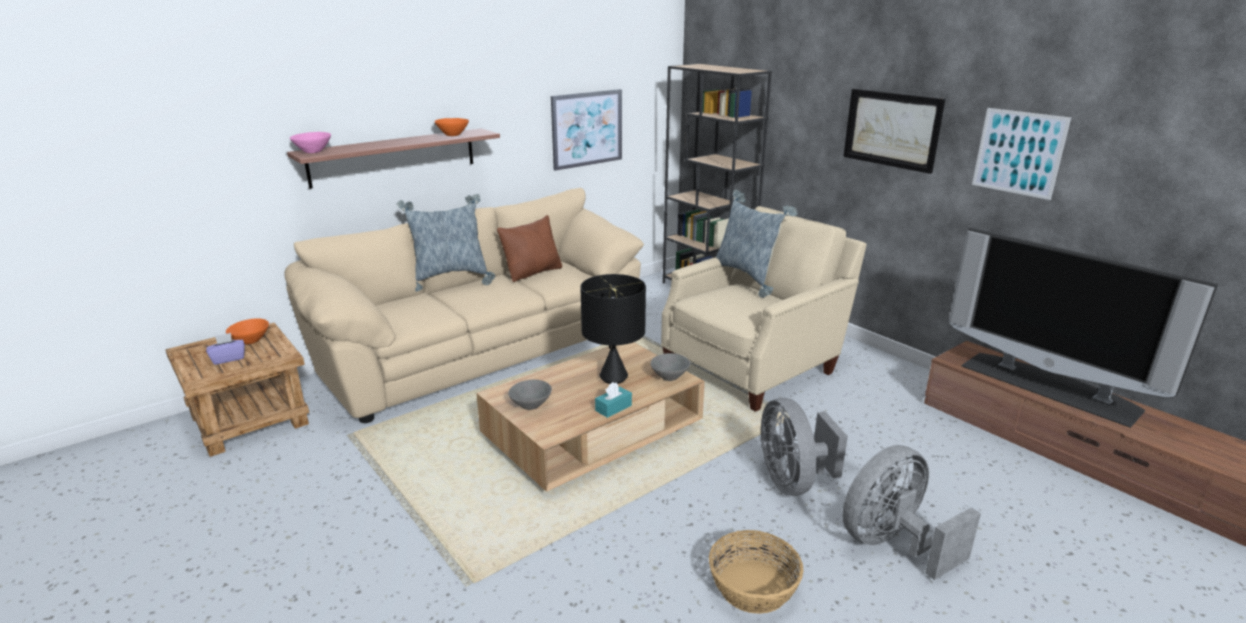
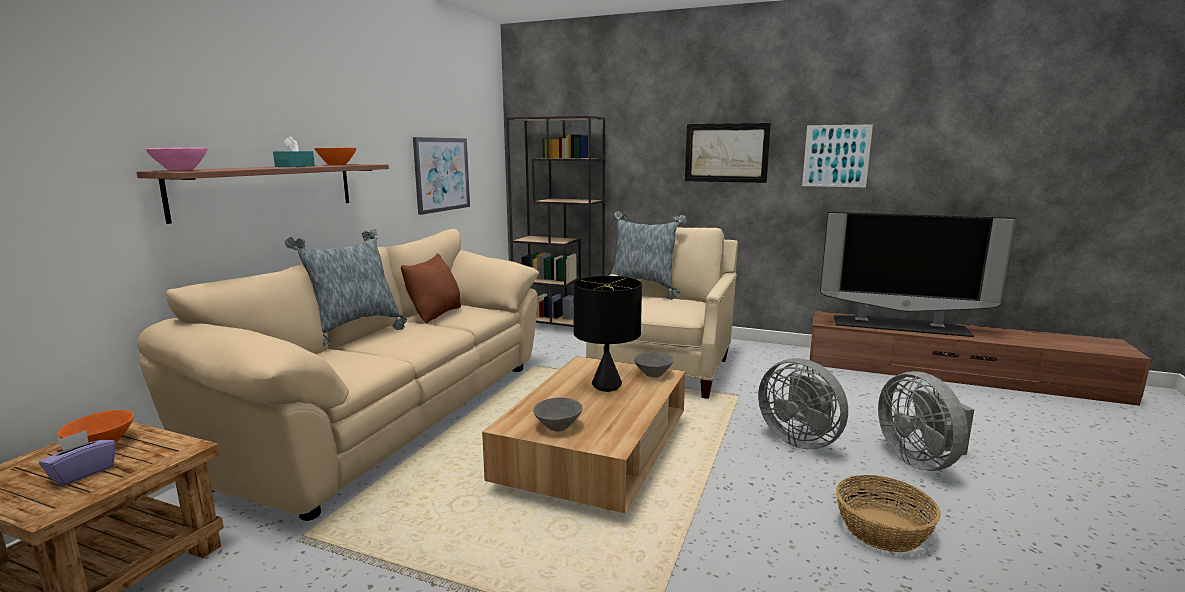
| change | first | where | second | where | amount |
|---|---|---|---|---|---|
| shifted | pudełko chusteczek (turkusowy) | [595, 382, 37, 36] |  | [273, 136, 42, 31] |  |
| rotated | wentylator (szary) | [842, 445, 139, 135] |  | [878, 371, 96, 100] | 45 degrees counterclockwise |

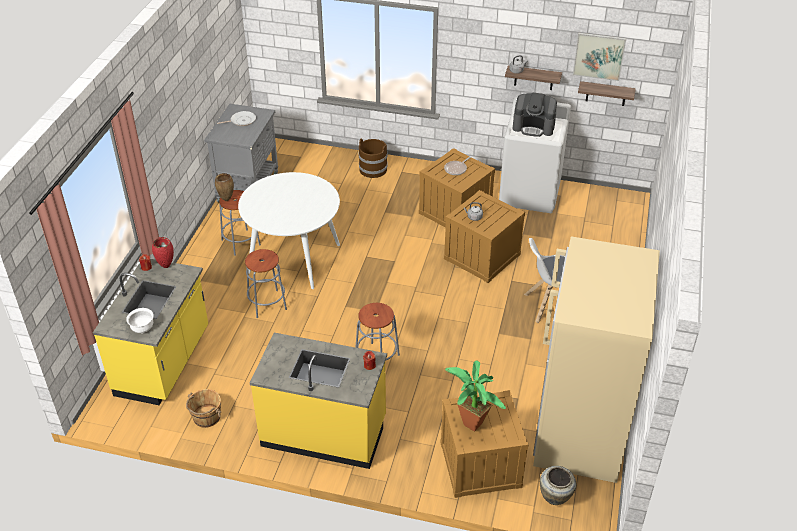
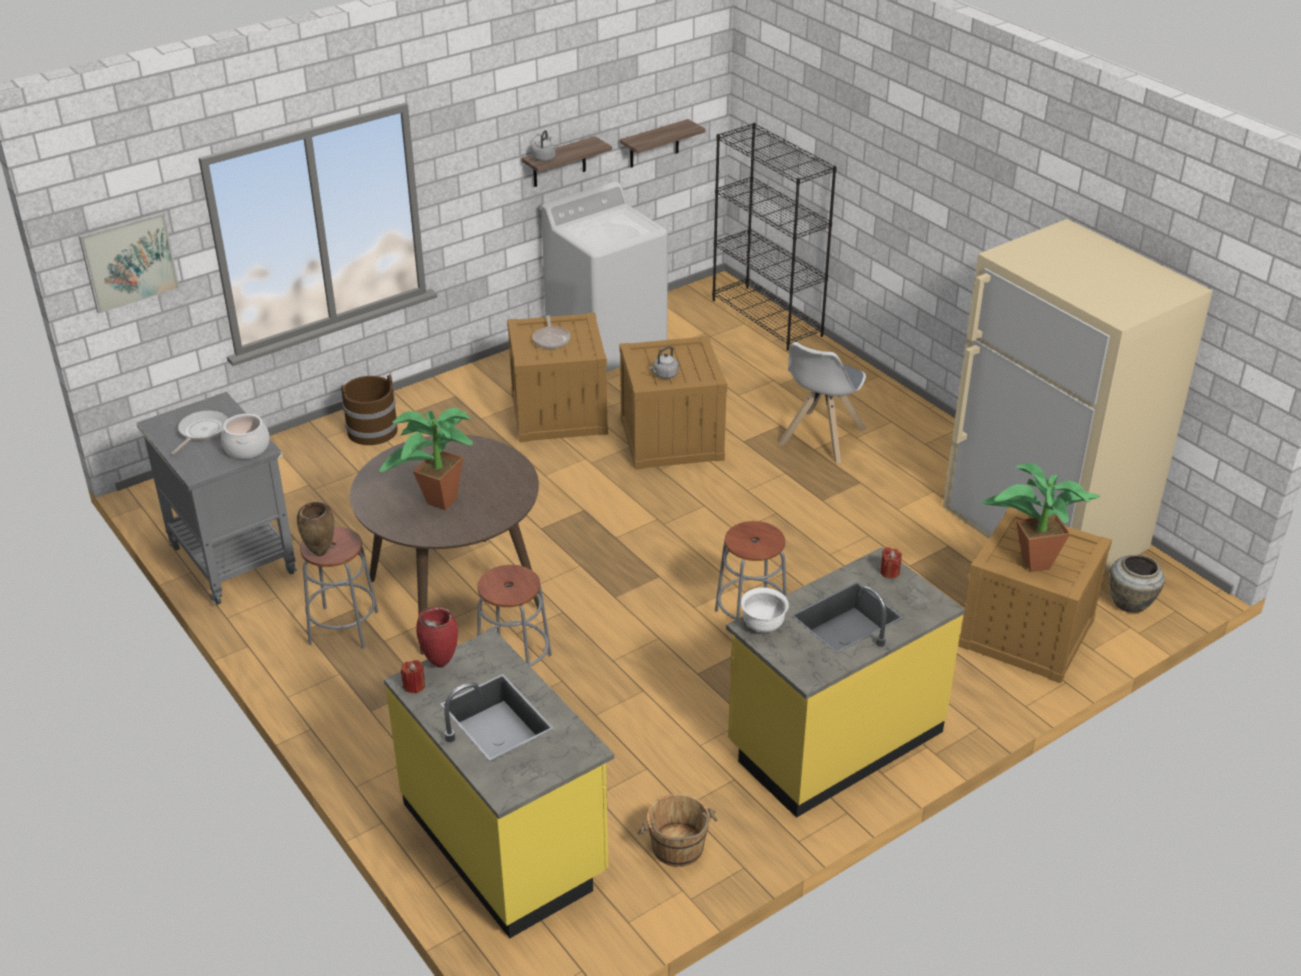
| change | first | where | second | where | amount |
|---|---|---|---|---|---|
| shifted | obraz | [573, 33, 54, 48] |  | [79, 212, 101, 101] |  |
| new |  |  | garnek | [221, 414, 49, 45] |  |
| repainted | stół jadalny (biały) | [238, 172, 102, 117] | stół jadalny (brązowy) | [350, 435, 189, 220] |  |
| new |  |  | roślina doniczkowa | [379, 408, 94, 102] |  |
| new |  |  | regał (czarny) | [712, 123, 125, 228] |  |
| shifted | miska (biały) | [126, 308, 28, 25] |  | [741, 587, 48, 46] |  |
| gone | ekspres do kawy | [513, 93, 44, 44] |  |  |  |

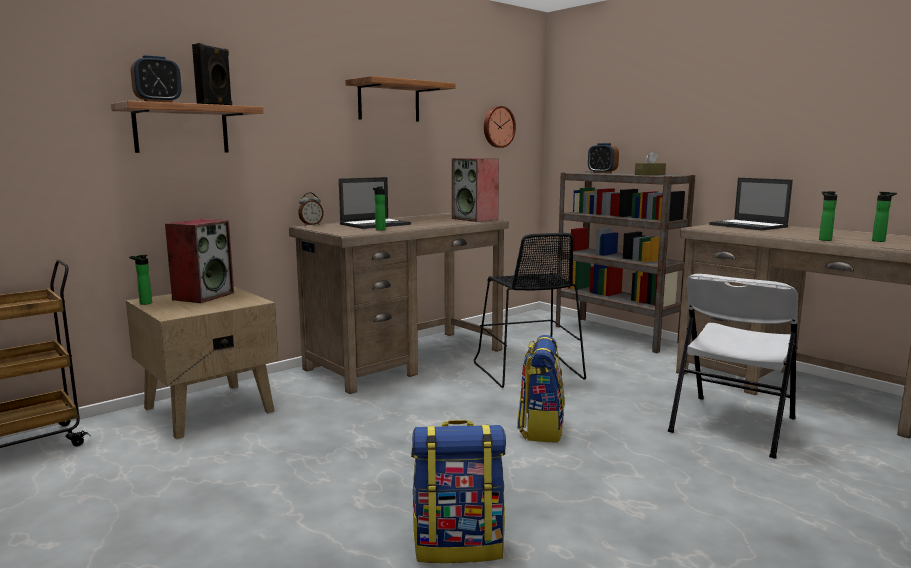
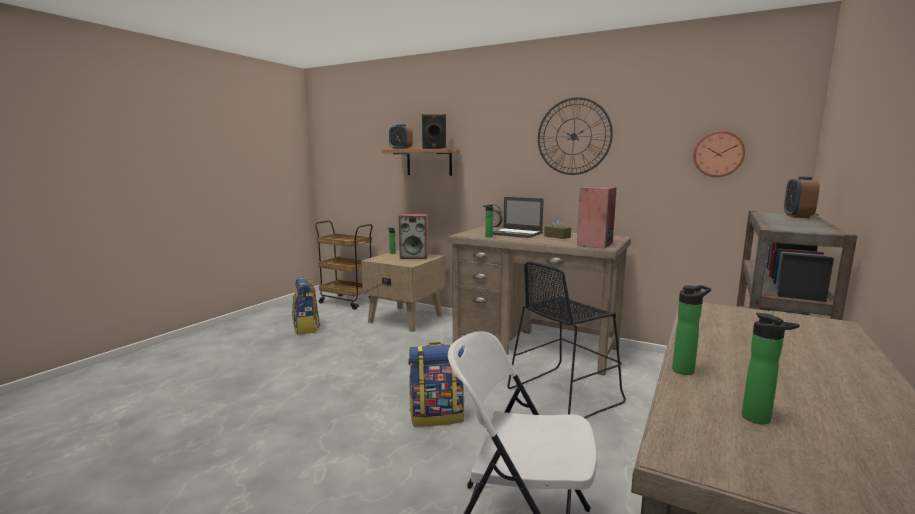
| change | first | where | second | where | amount |
|---|---|---|---|---|---|
| shifted | plecak | [411, 420, 95, 143] |  | [292, 277, 28, 58] |  |
| swapped | półka | [345, 76, 111, 46] | zegar ścienny | [538, 97, 75, 78] |  |
| shifted | pudełko chusteczek (brązowy) | [635, 152, 31, 23] |  | [544, 217, 27, 22] |  |
| gone | laptop | [709, 178, 84, 53] |  |  |  |

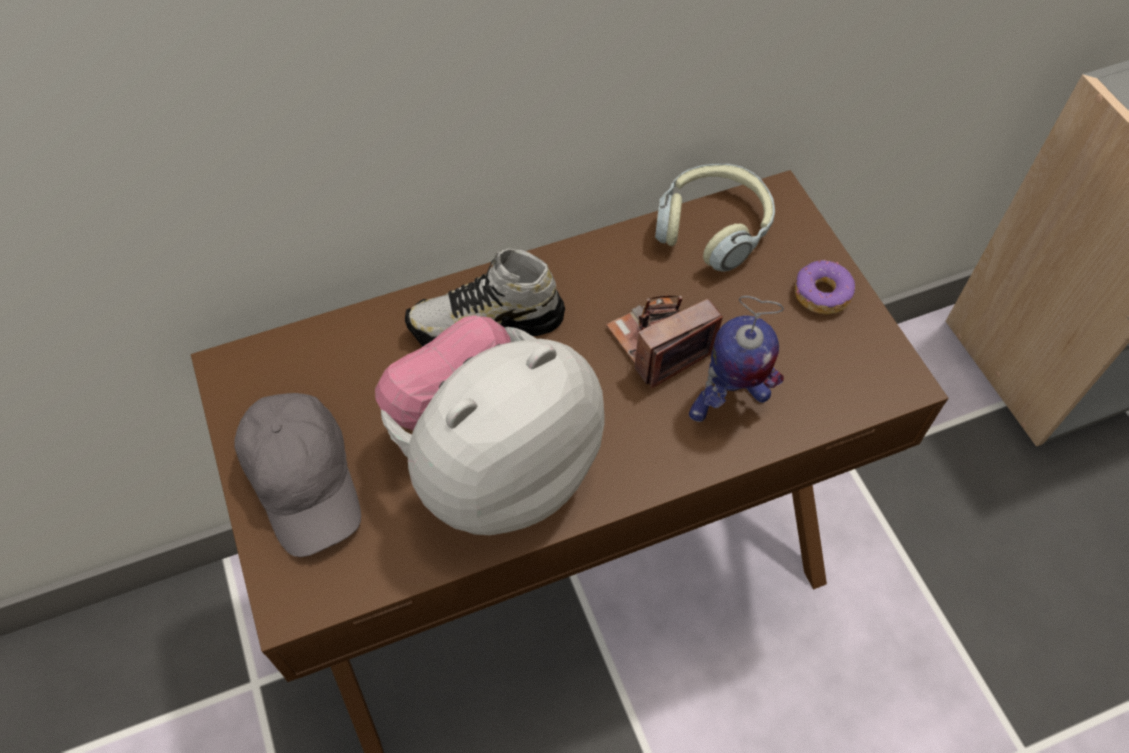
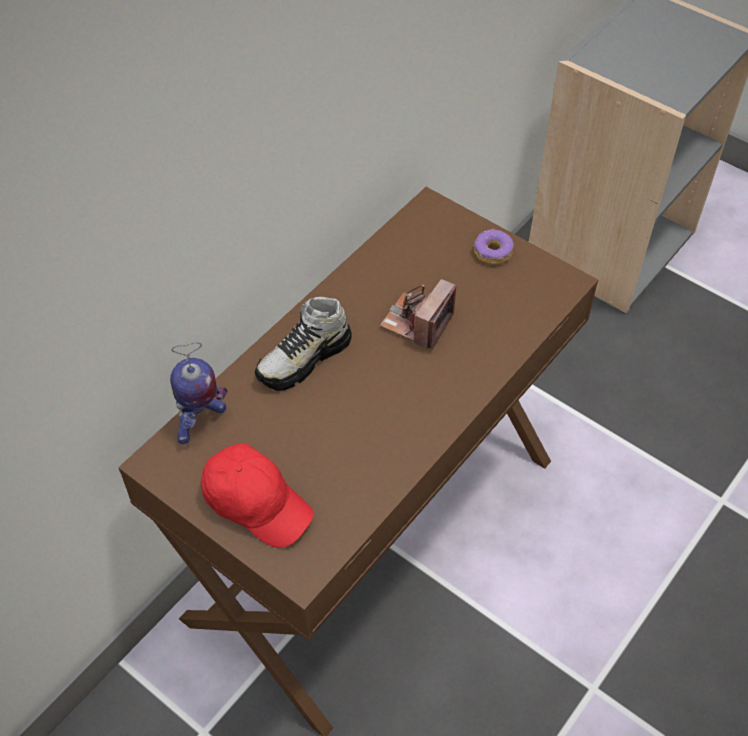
| change | first | where | second | where | amount |
|---|---|---|---|---|---|
| shifted | robot zabawkowy | [689, 296, 95, 126] |  | [170, 342, 58, 102] |  |
| repainted | czapka z daszkiem (szary) | [234, 393, 127, 164] | czapka z daszkiem (czerwony) | [201, 443, 113, 105] |  |
| gone | pluszak | [375, 315, 230, 220] |  |  |  |
| gone | słuchawki | [655, 164, 120, 108] |  |  |  |

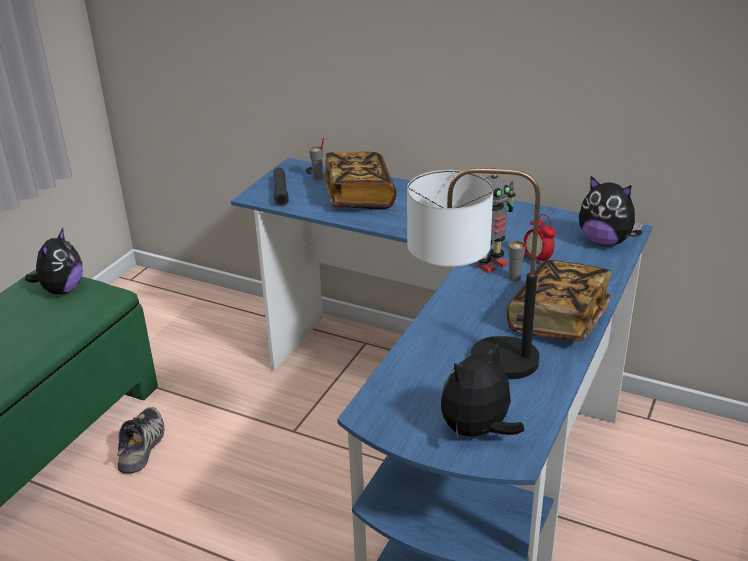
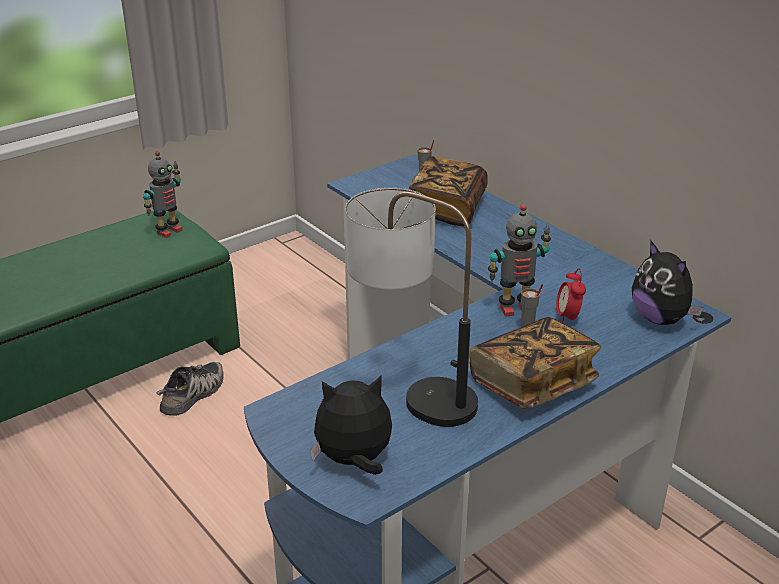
| change | first | where | second | where | amount |
|---|---|---|---|---|---|
| swapped | pluszak | [25, 228, 57, 66] | robot zabawkowy | [143, 151, 40, 87] |  |
| gone | latarka (czarny) | [274, 167, 15, 40] |  |  |  |

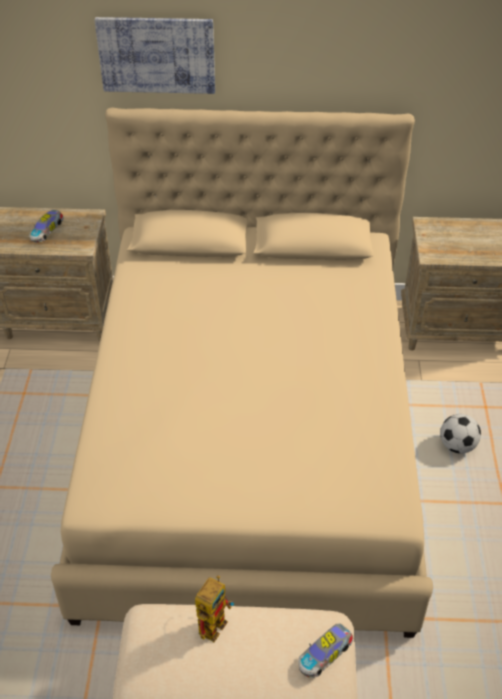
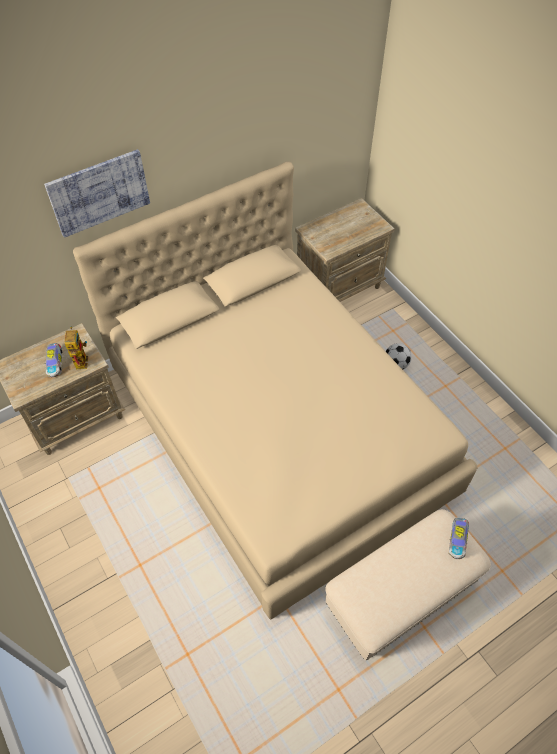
| change | first | where | second | where | amount |
|---|---|---|---|---|---|
| shifted | robot zabawkowy | [195, 575, 39, 67] |  | [65, 327, 23, 42] |  |

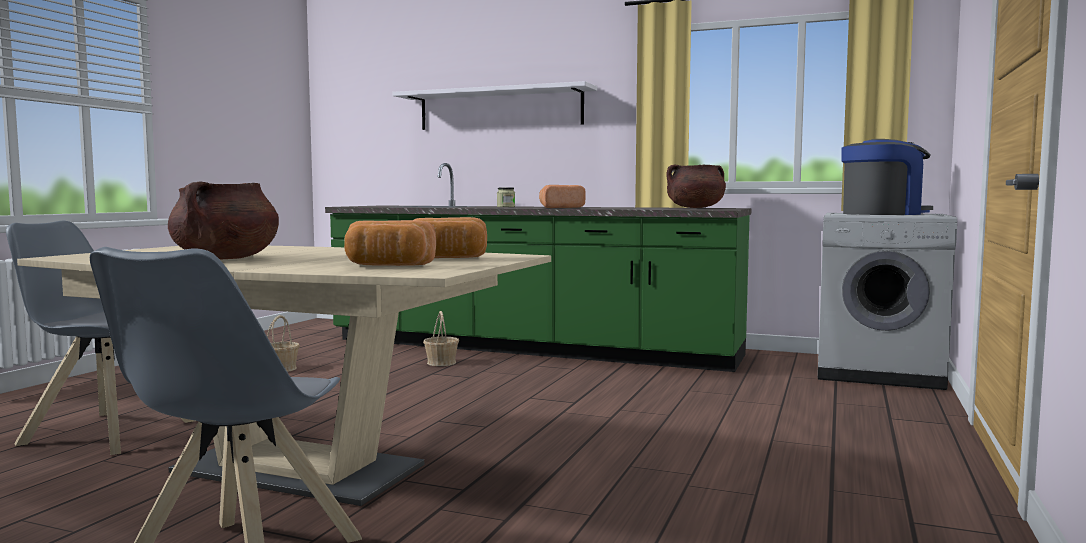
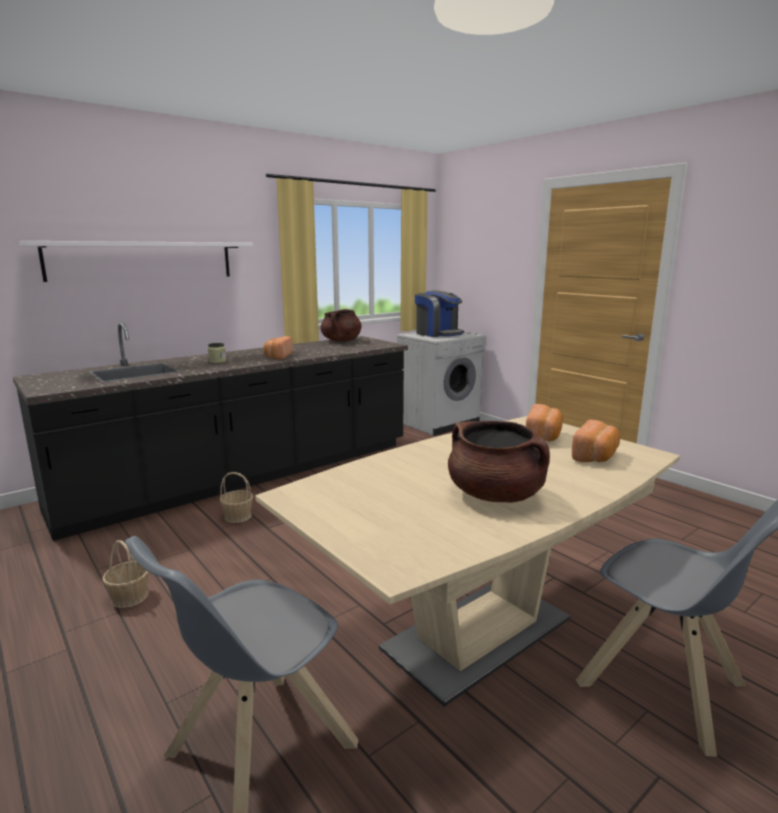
| change | first | where | second | where | amount |
|---|---|---|---|---|---|
| repainted | zabudowa kuchenna (zielony) | [325, 163, 427, 209] | zabudowa kuchenna (czarny) | [13, 322, 395, 219] |  |
| rotated | ekspres do kawy | [842, 139, 91, 76] |  | [415, 290, 49, 47] | 120 degrees clockwise |

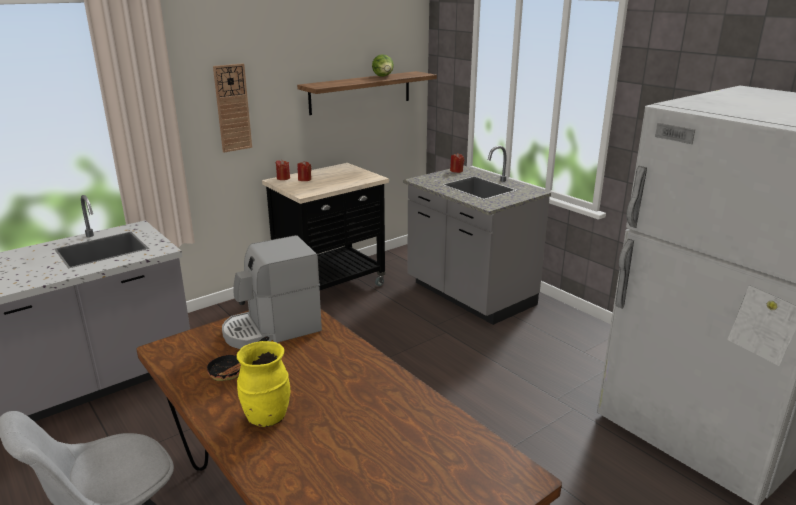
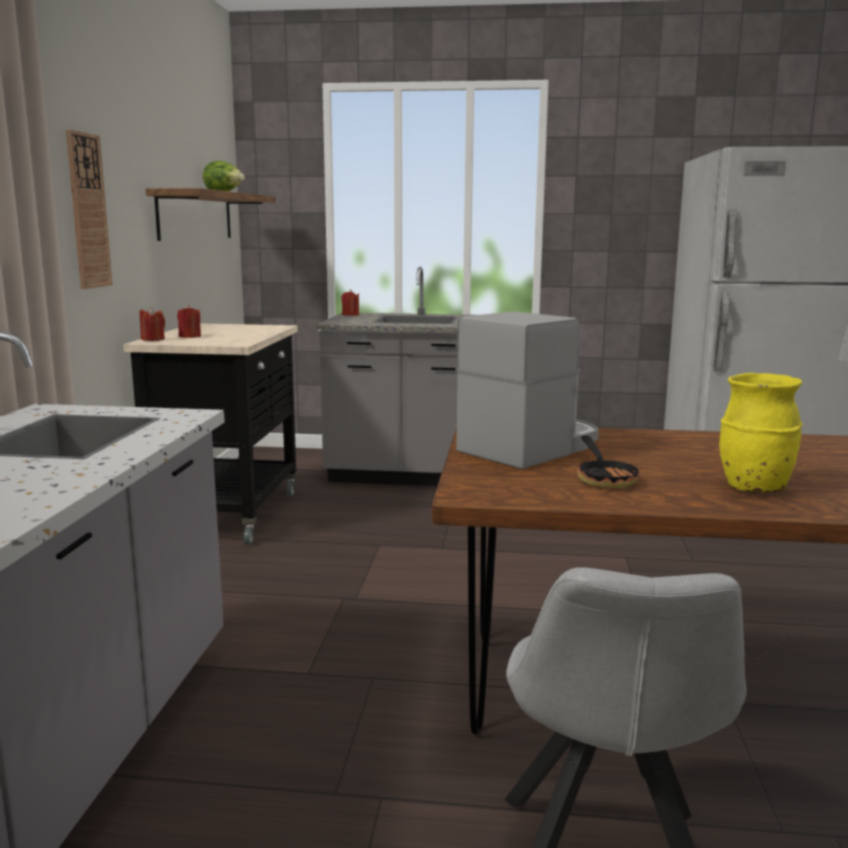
| change | first | where | second | where | amount |
|---|---|---|---|---|---|
| rotated | ekspres do kawy | [222, 235, 100, 114] |  | [457, 311, 142, 158] | 150 degrees counterclockwise |

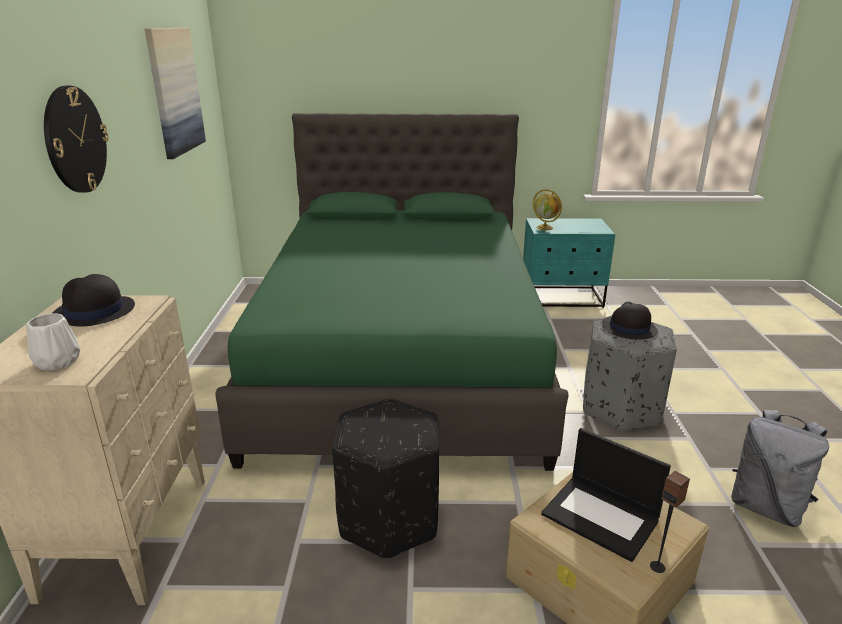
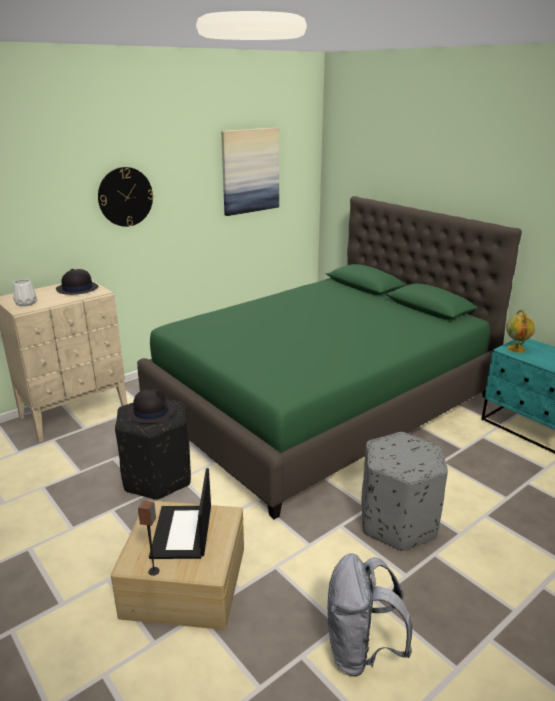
| change | first | where | second | where | amount |
|---|---|---|---|---|---|
| shifted | kapelusz (czarny) | [602, 301, 56, 38] |  | [127, 389, 48, 35] |  |

